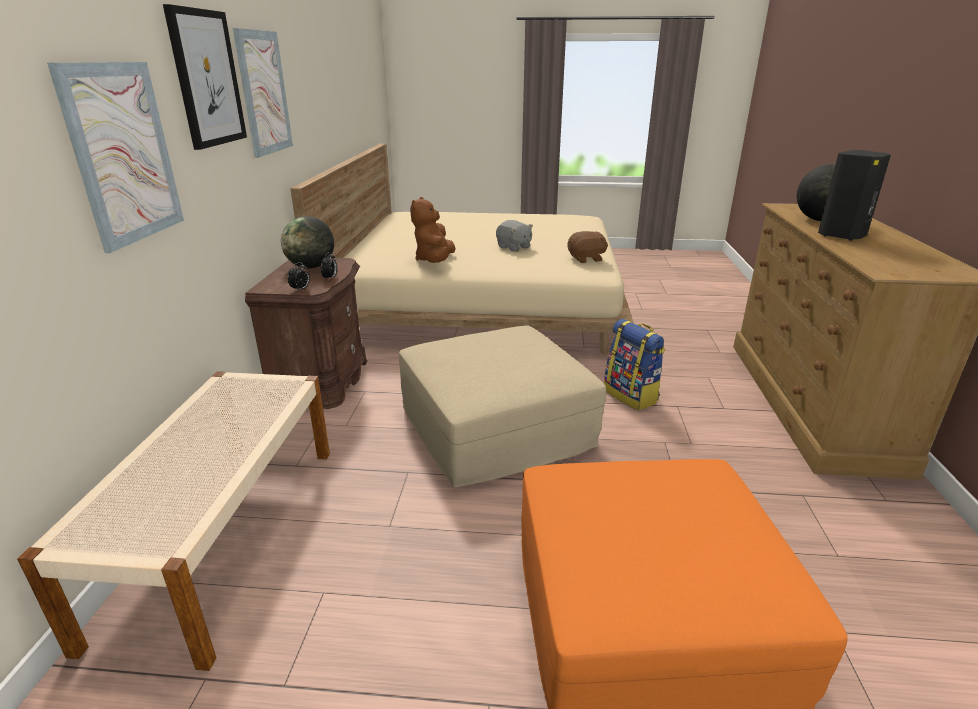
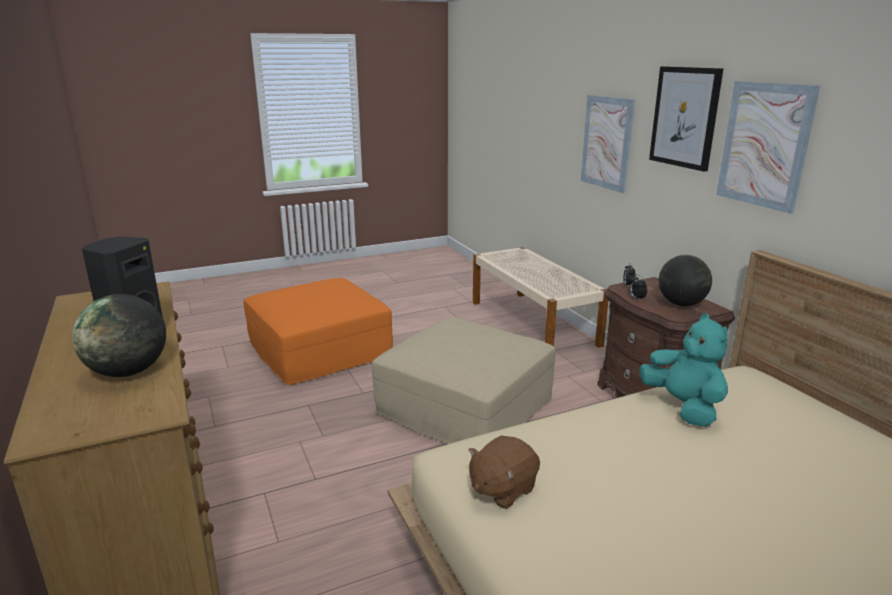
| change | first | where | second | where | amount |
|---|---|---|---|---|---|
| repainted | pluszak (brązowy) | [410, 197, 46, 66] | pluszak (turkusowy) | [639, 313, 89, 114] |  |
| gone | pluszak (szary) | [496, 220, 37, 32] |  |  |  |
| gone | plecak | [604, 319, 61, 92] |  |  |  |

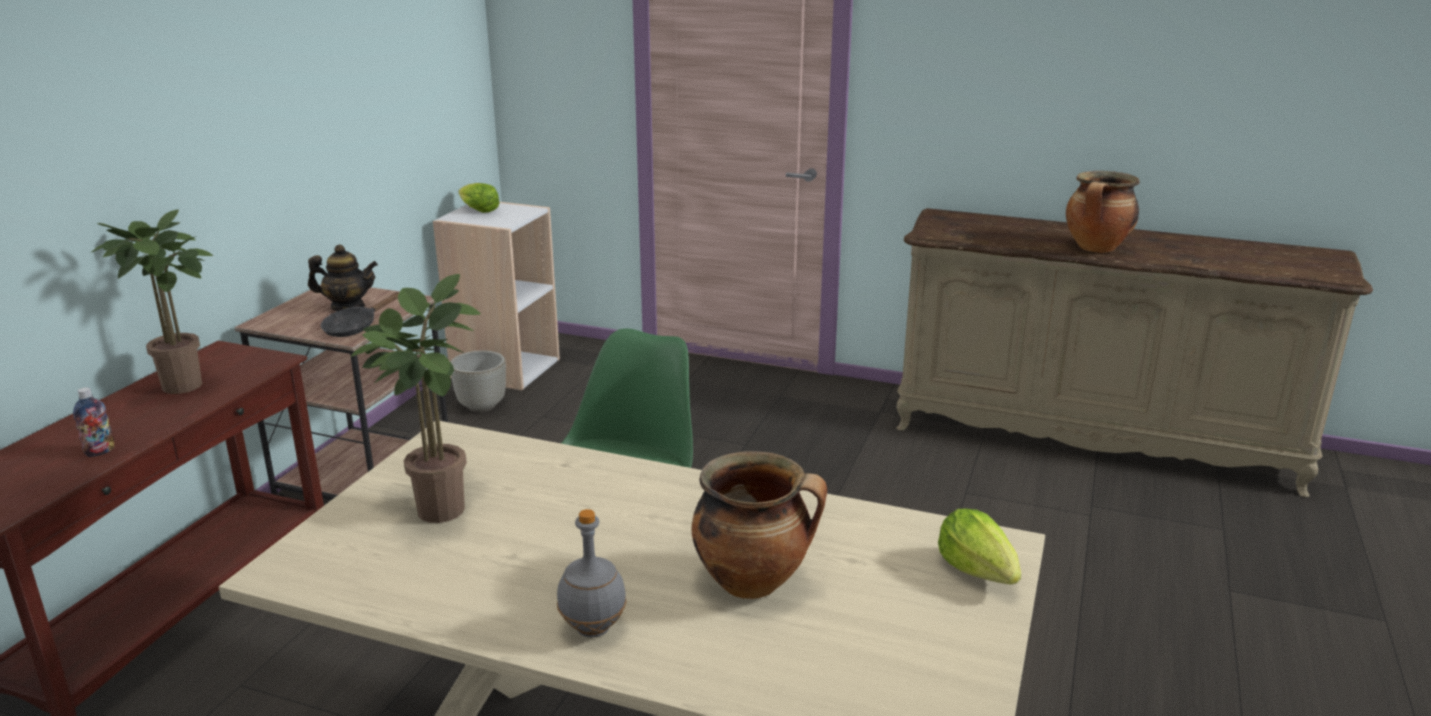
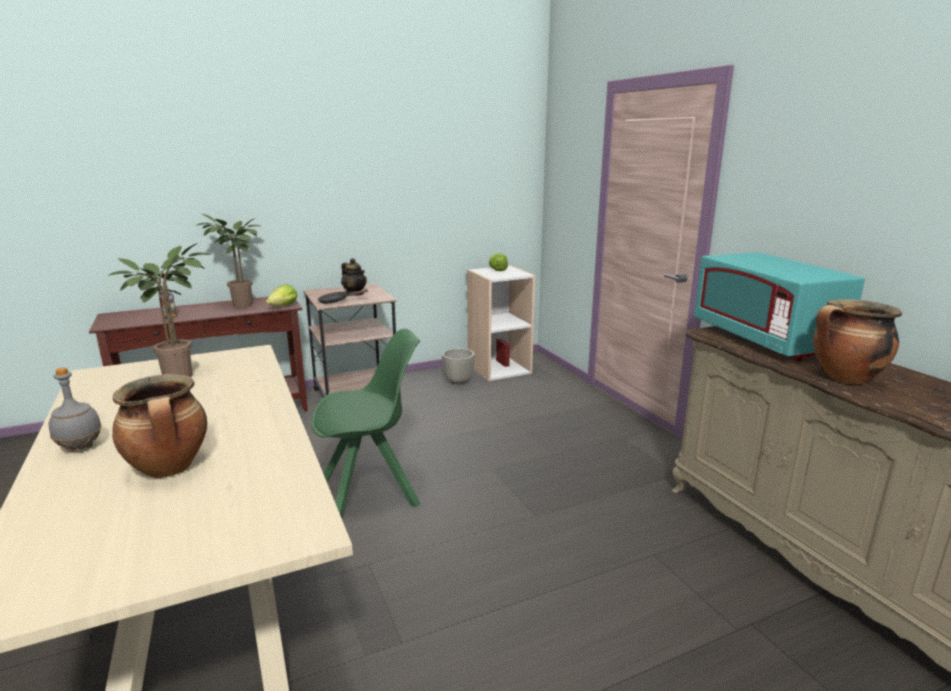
| change | first | where | second | where | amount |
|---|---|---|---|---|---|
| shifted | sałata | [938, 509, 83, 76] |  | [266, 284, 32, 22] |  |
| new |  |  | mikrofalówka (turkusowy) | [694, 252, 171, 109] |  |

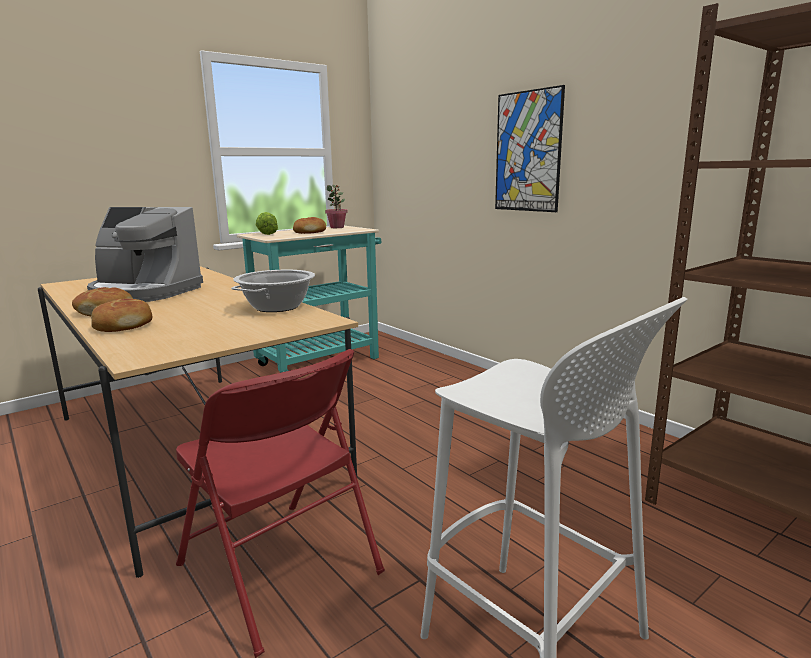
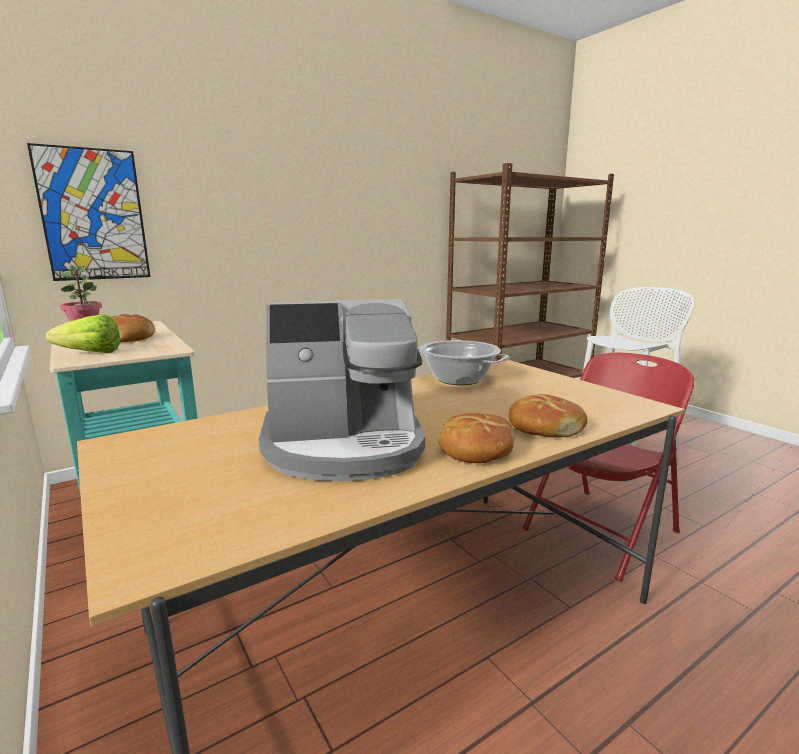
| change | first | where | second | where | amount |
|---|---|---|---|---|---|
| shifted | obraz | [495, 85, 70, 127] |  | [27, 143, 123, 138] |  |
| rotated | ekspres do kawy | [87, 207, 116, 95] |  | [259, 299, 166, 183] | 60 degrees clockwise |

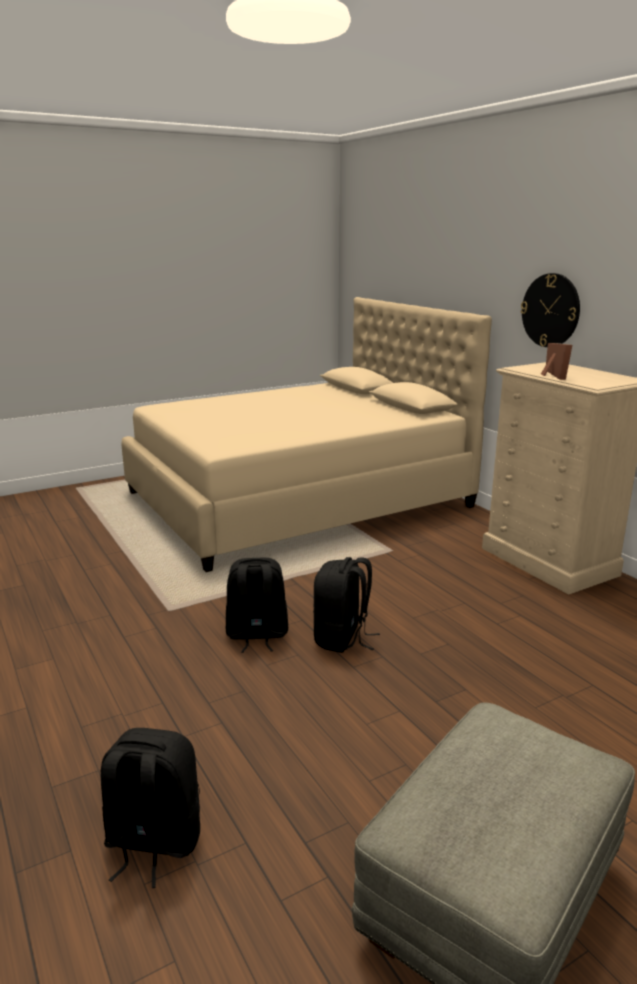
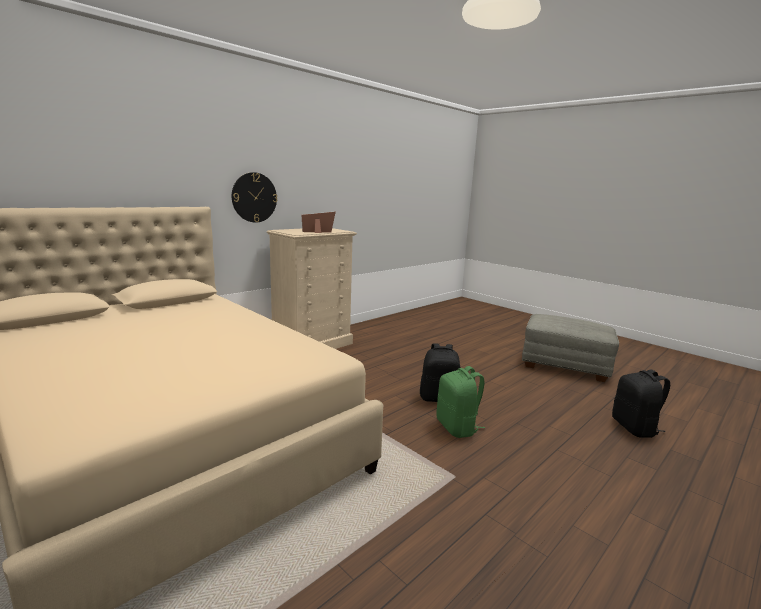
| change | first | where | second | where | amount |
|---|---|---|---|---|---|
| repainted | plecak (czarny) | [226, 558, 62, 95] | plecak (zielony) | [437, 366, 48, 72] |  |

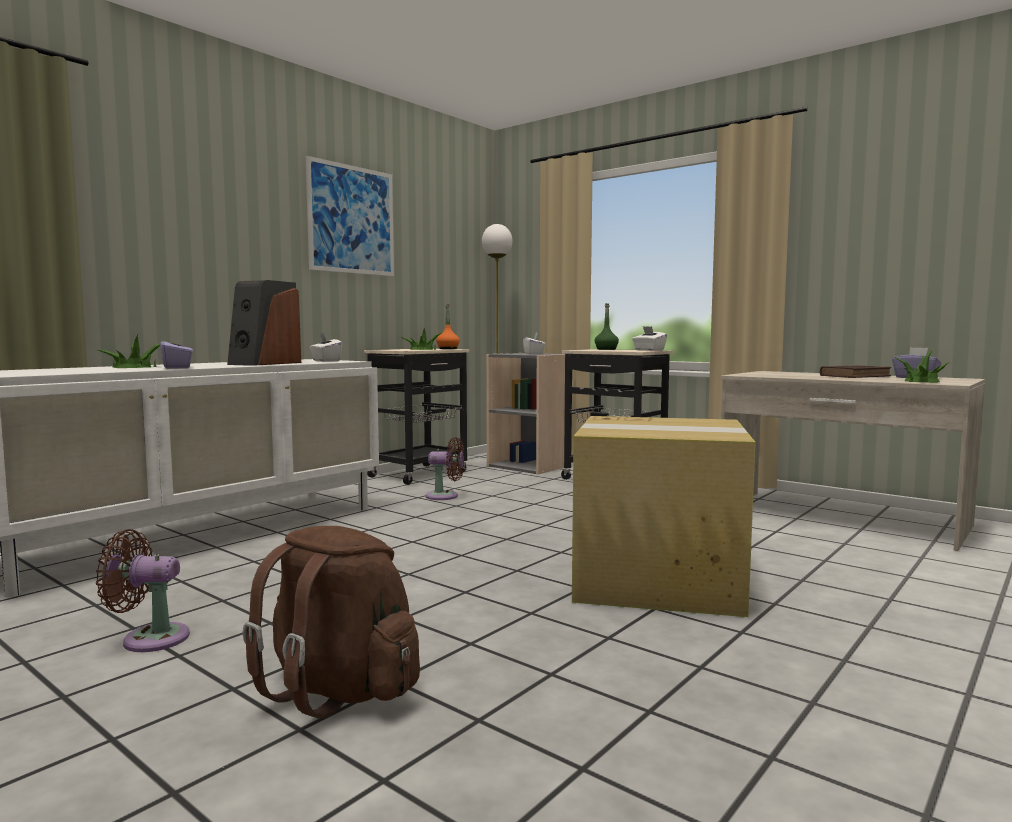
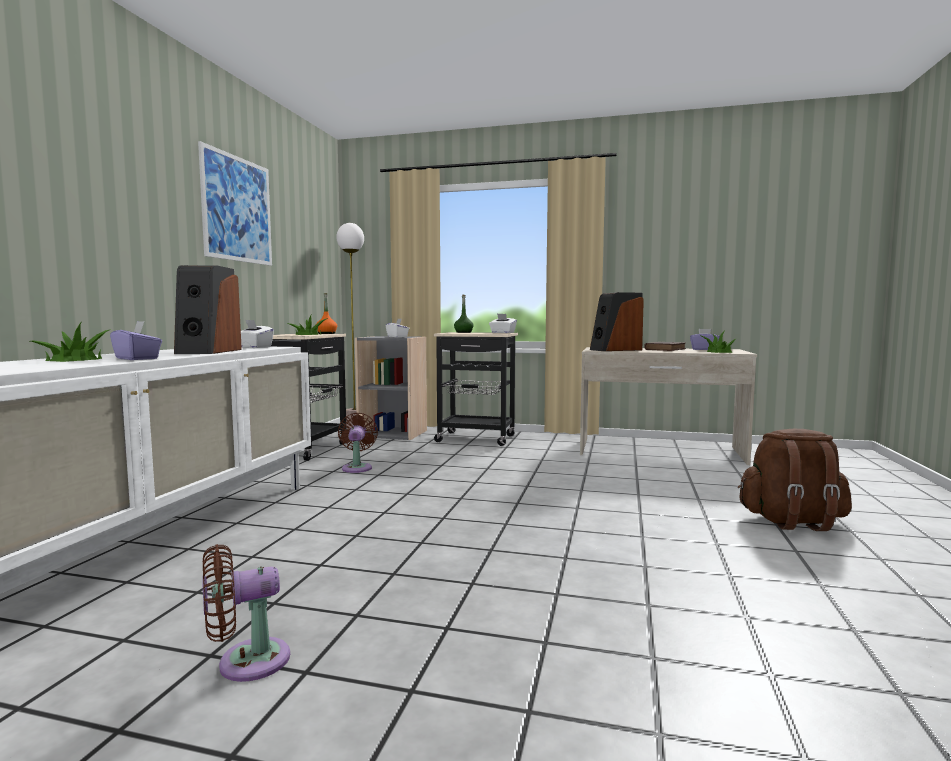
| change | first | where | second | where | amount |
|---|---|---|---|---|---|
| rotated | wentylator (brązowy) | [425, 437, 39, 63] |  | [338, 413, 40, 60] | 75 degrees counterclockwise |
| new |  |  | głośnik | [590, 292, 54, 59] |  |
| shifted | plecak (brązowy) | [242, 526, 178, 193] |  | [738, 429, 114, 102] |  |
| gone | karton | [572, 416, 183, 201] |  |  |  |

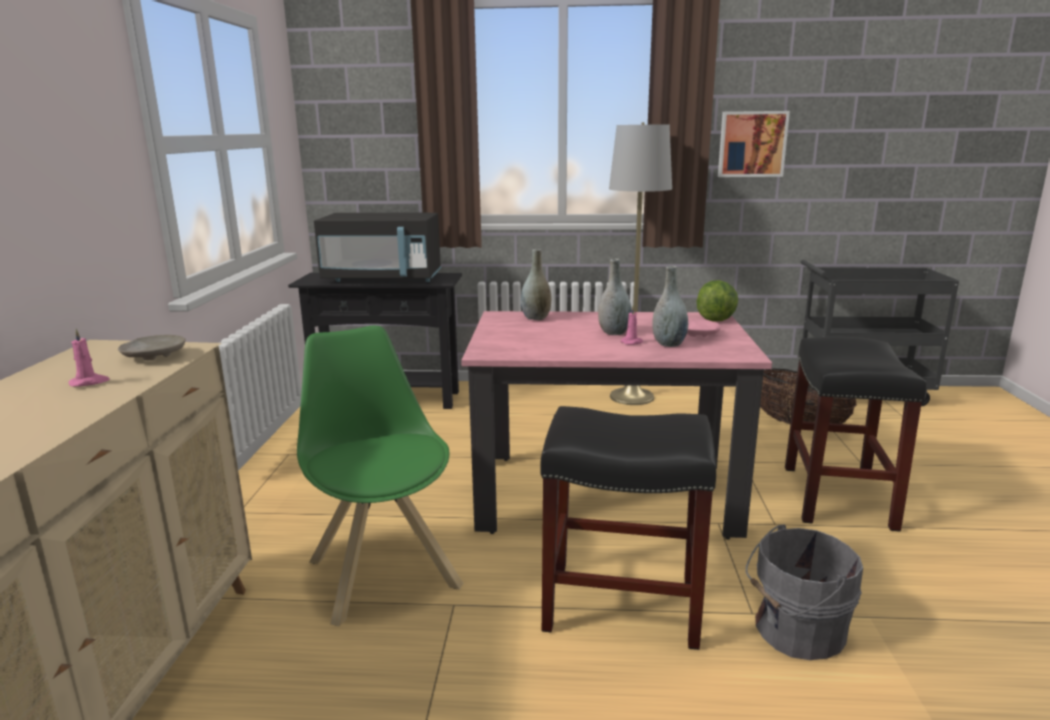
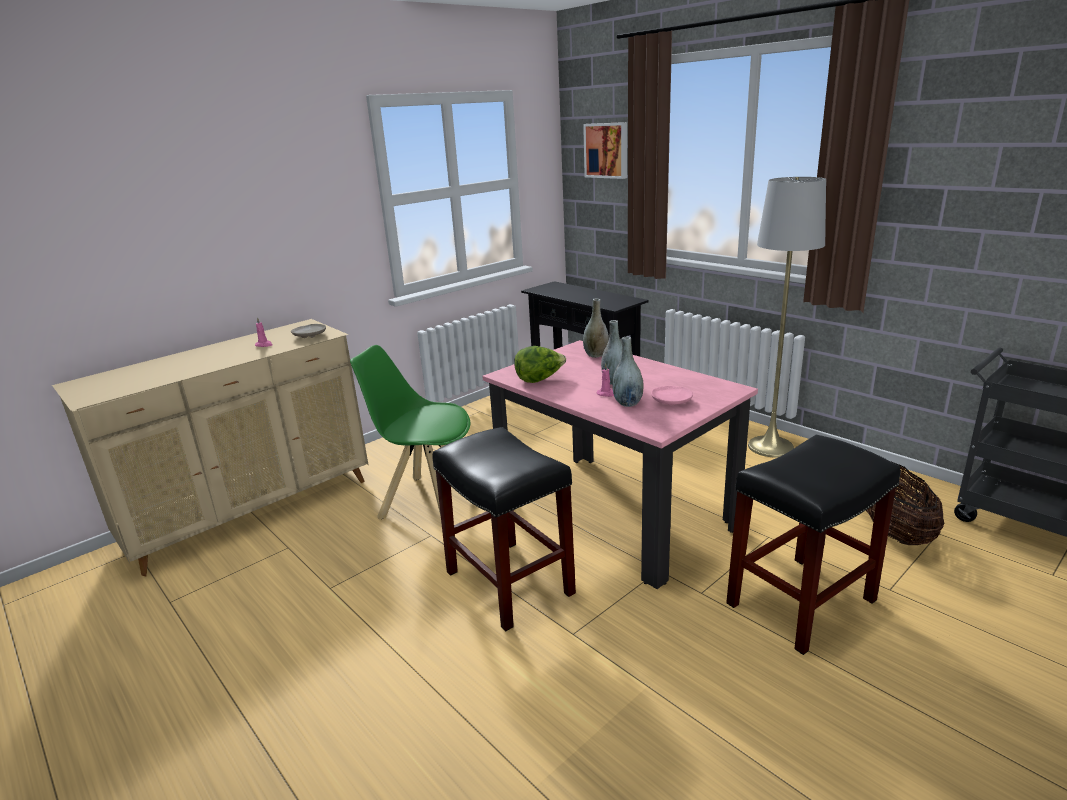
| change | first | where | second | where | amount |
|---|---|---|---|---|---|
| rotated | krzesło (zielony) | [297, 326, 166, 301] |  | [350, 345, 120, 175] | 90 degrees counterclockwise |
| shifted | sałata | [697, 280, 41, 41] |  | [514, 346, 52, 37] |  |
| shifted | obraz | [718, 111, 72, 66] |  | [583, 122, 44, 57] |  |
| gone | mikrofalówka (czarny) | [314, 213, 127, 69] |  |  |  |
| gone | wiadro (szary) | [746, 524, 117, 136] |  |  |  |

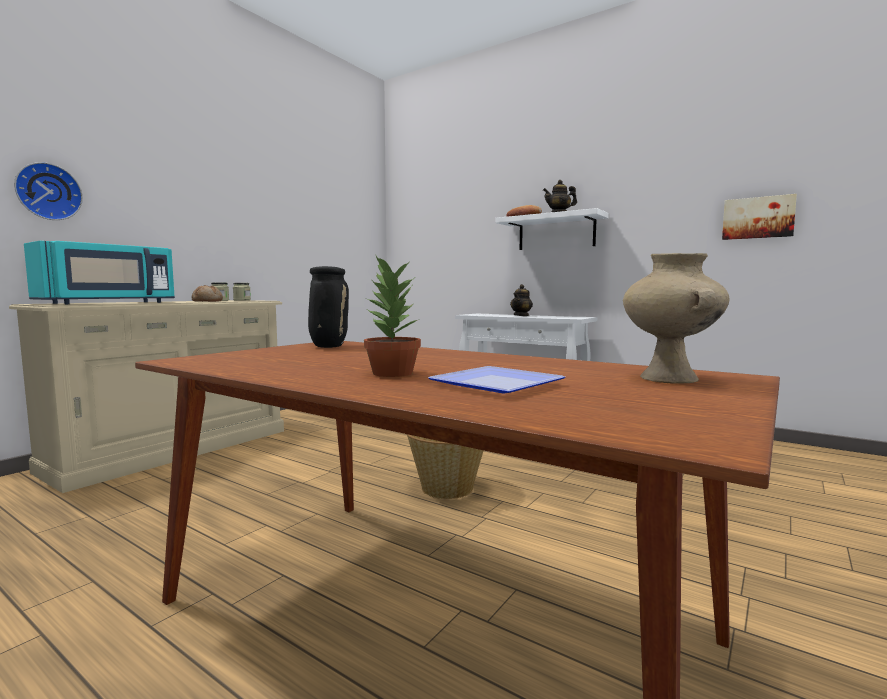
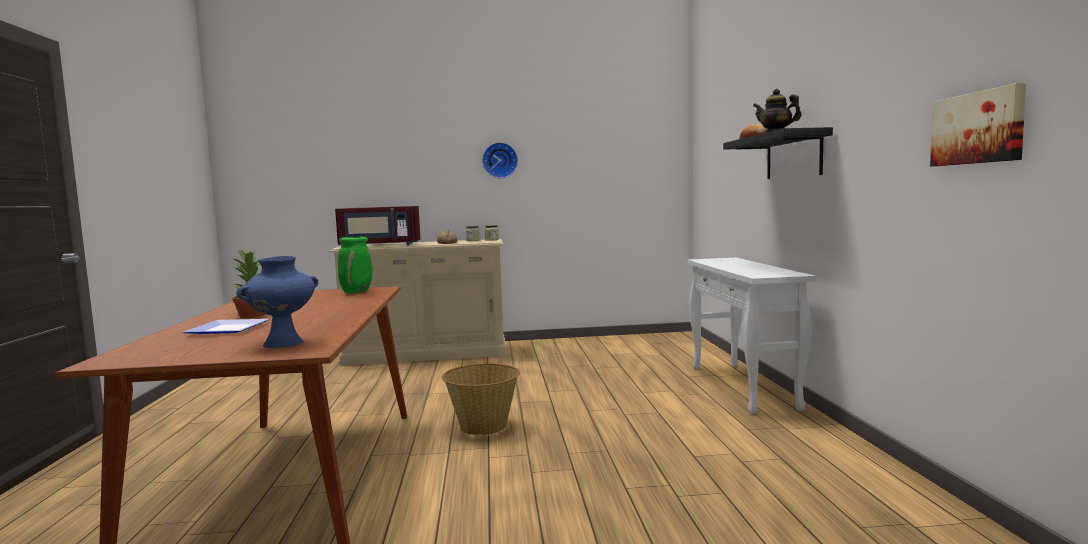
| change | first | where | second | where | amount |
|---|---|---|---|---|---|
| repainted | wazon (beżowy) | [623, 253, 107, 131] | wazon (niebieski) | [236, 256, 82, 92] |  |
| repainted | mikrofalówka (turkusowy) | [24, 241, 151, 63] | mikrofalówka (czerwony) | [335, 206, 86, 39] |  |
| repainted | wazon (czarny) | [308, 266, 41, 82] | wazon (zielony) | [338, 237, 35, 56] |  |
| shifted | zegar ścienny | [14, 162, 69, 58] |  | [482, 142, 36, 36] |  |
| repainted | półka (biały) | [496, 208, 113, 42] | półka (czarny) | [723, 127, 110, 52] |  |
| gone | imbryk | [510, 284, 23, 32] |  |  |  |

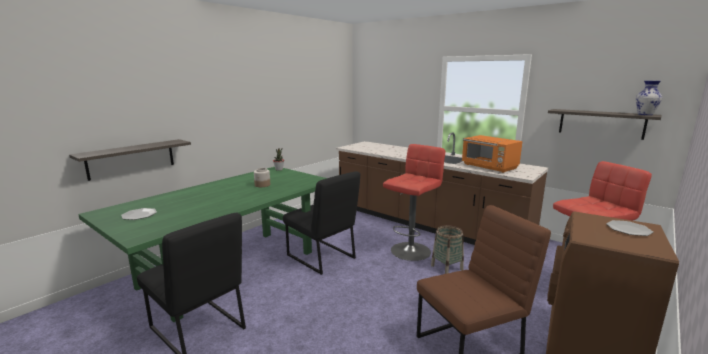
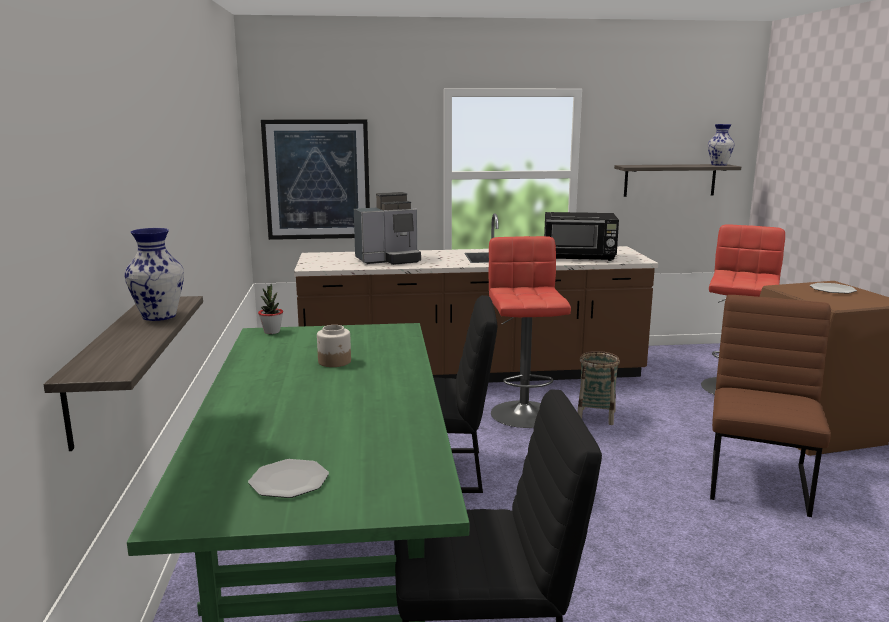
| change | first | where | second | where | amount |
|---|---|---|---|---|---|
| new |  |  | wazon | [124, 228, 60, 93] |  |
| new |  |  | obraz | [261, 119, 109, 121] |  |
| new |  |  | ekspres do kawy | [354, 192, 67, 73] |  |
| repainted | mikrofalówka (pomarańczowy) | [462, 135, 61, 38] | mikrofalówka (czarny) | [544, 212, 75, 49] |  |

